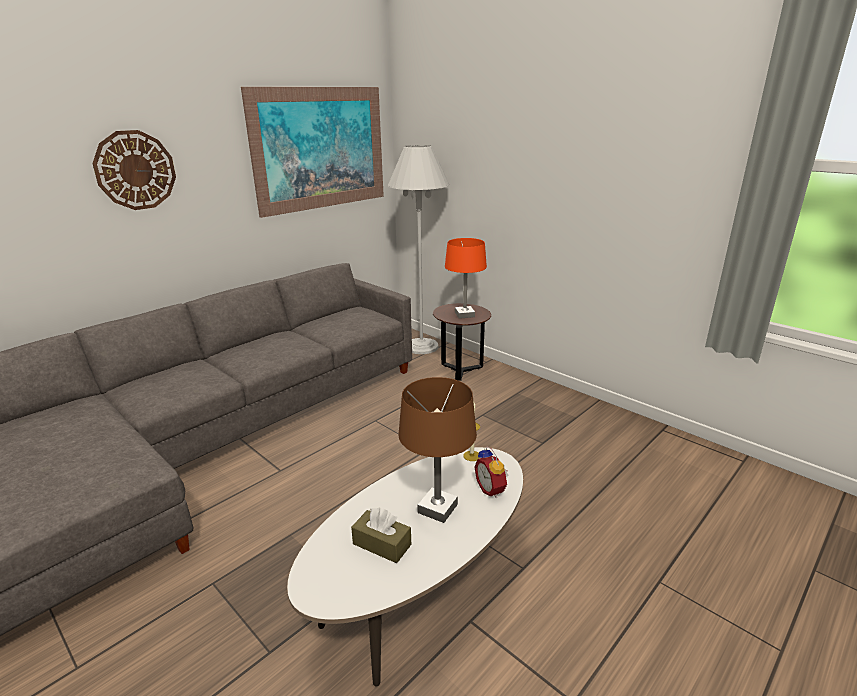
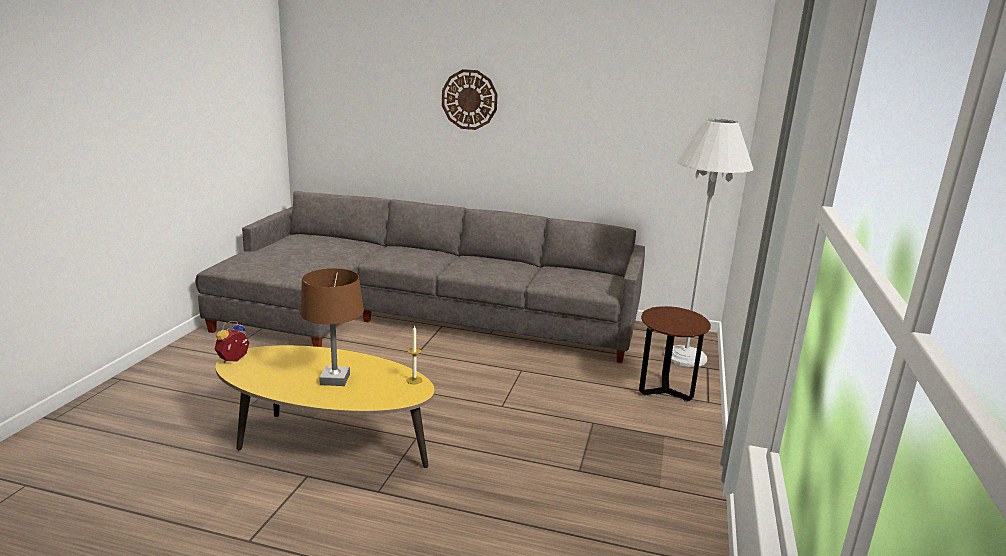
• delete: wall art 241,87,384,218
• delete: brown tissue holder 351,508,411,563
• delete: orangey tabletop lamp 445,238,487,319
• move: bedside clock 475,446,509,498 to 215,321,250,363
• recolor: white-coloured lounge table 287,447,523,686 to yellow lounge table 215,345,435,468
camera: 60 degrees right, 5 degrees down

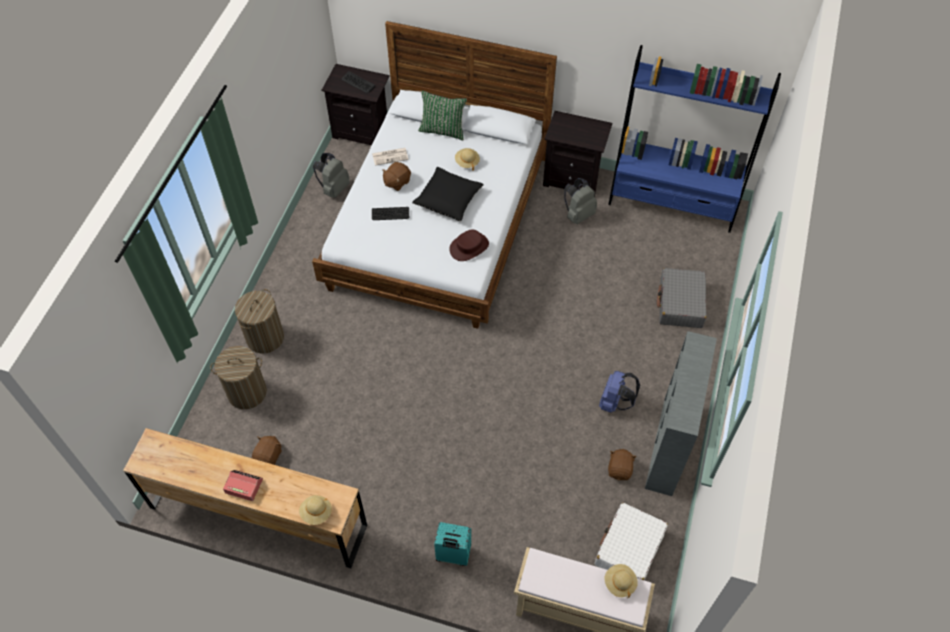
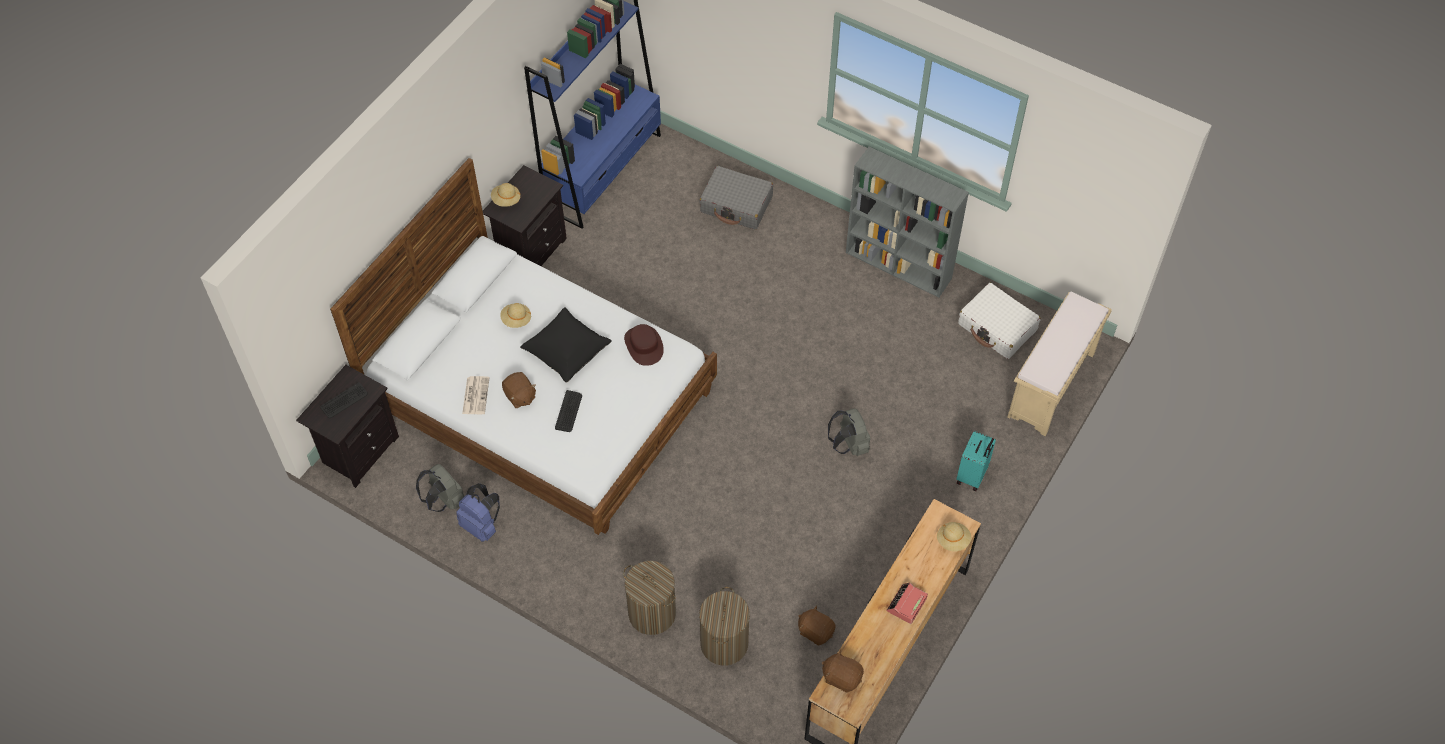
• delete: green cushion 418,91,467,140
• move: grey knapsack 564,178,597,224 to 828,408,870,456
• move: bluish knapsack 599,371,640,413 to 456,483,500,542
• move: beige-coloured hat 605,564,638,598 to 491,183,520,207
• move: brown cuddly toy 608,449,637,481 to 822,649,864,692
camera: 75 degrees left, 0 degrees up

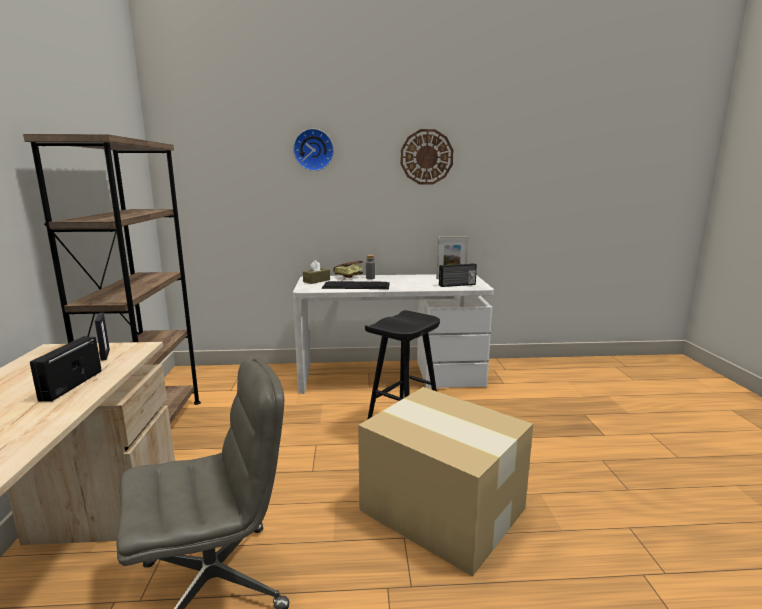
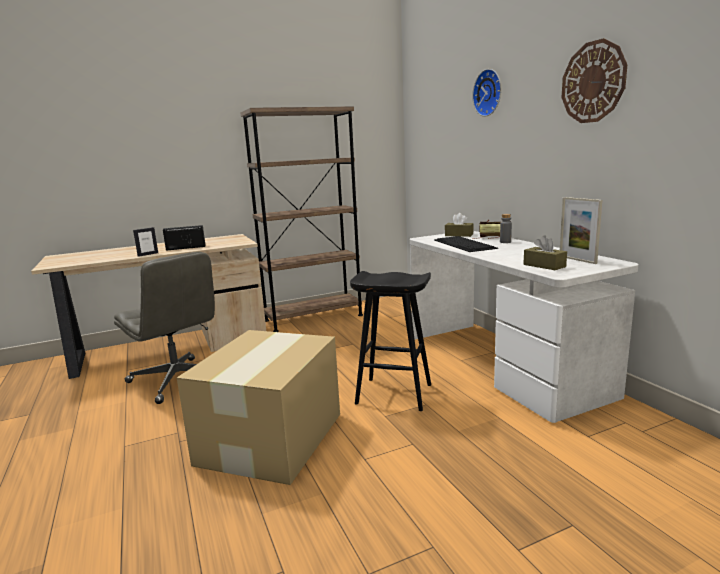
• move: picture frame 95,313,110,361 to 133,227,158,257
• replace: radio 439,263,477,287 to brown tissue holder 524,235,567,270
camera: 70 degrees right, 0 degrees up

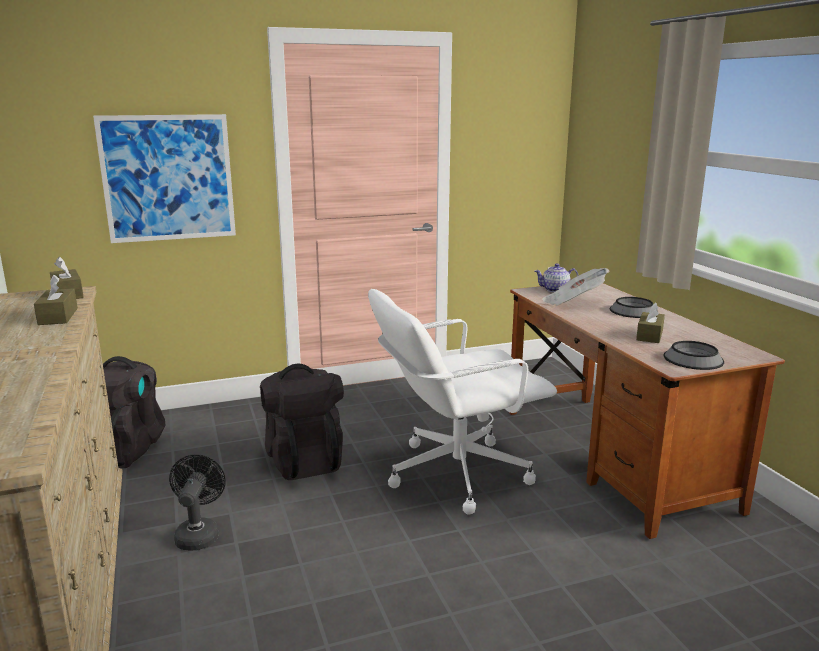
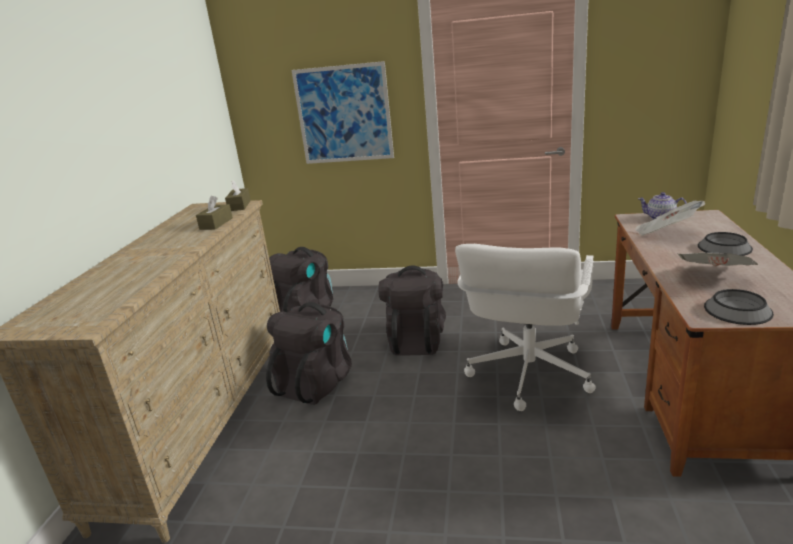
• replace: blackish fan 169,454,226,551 to blackish knapsack 266,302,352,405
• replace: brown tissue holder 636,302,665,343 to printed paper 678,253,758,266
• rotate: white-coloured office chair 368,289,557,515 = 455,244,596,411 75 degrees counterclockwise
camera: 30 degrees right, 5 degrees up

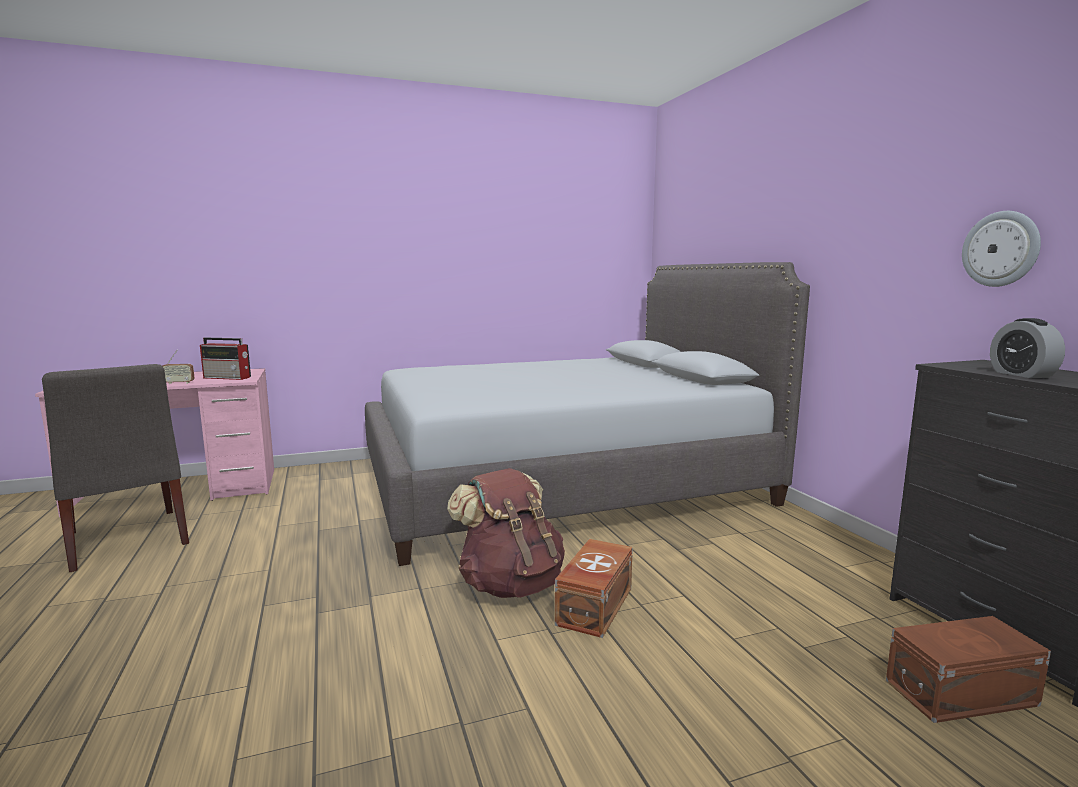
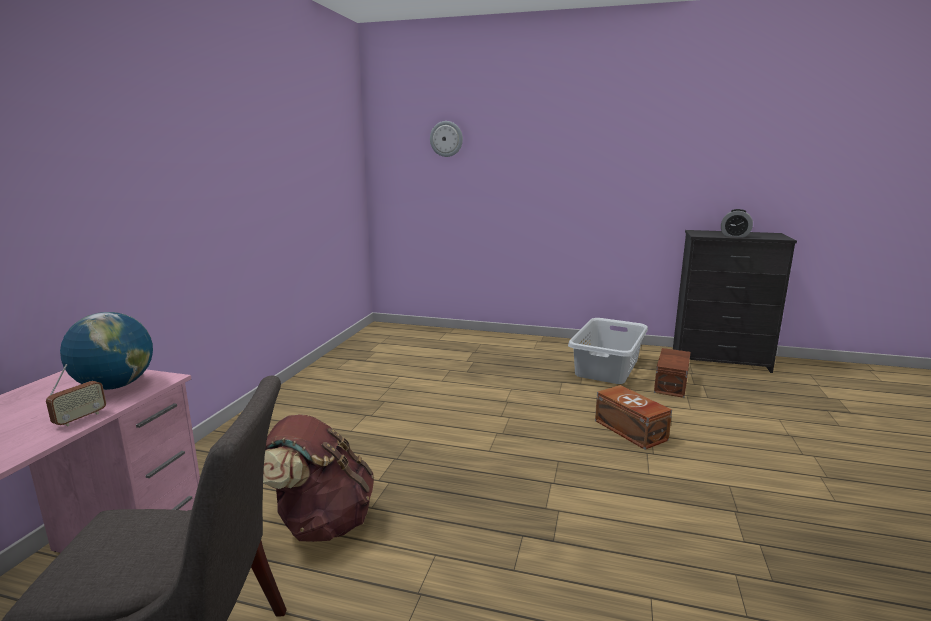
• delete: grey sleeping bed 365,262,810,566
• insert: grey hamper 568,318,648,384
• move: brown knapsack 447,468,565,598 to 263,414,374,542
• move: brown storage bin 886,616,1051,723 to 654,348,690,398
• move: clock on the wall 962,211,1041,287 to 430,121,463,157
• replace: radio 200,337,251,380 to desk globe 60,312,153,390
camera: 55 degrees left, 5 degrees up

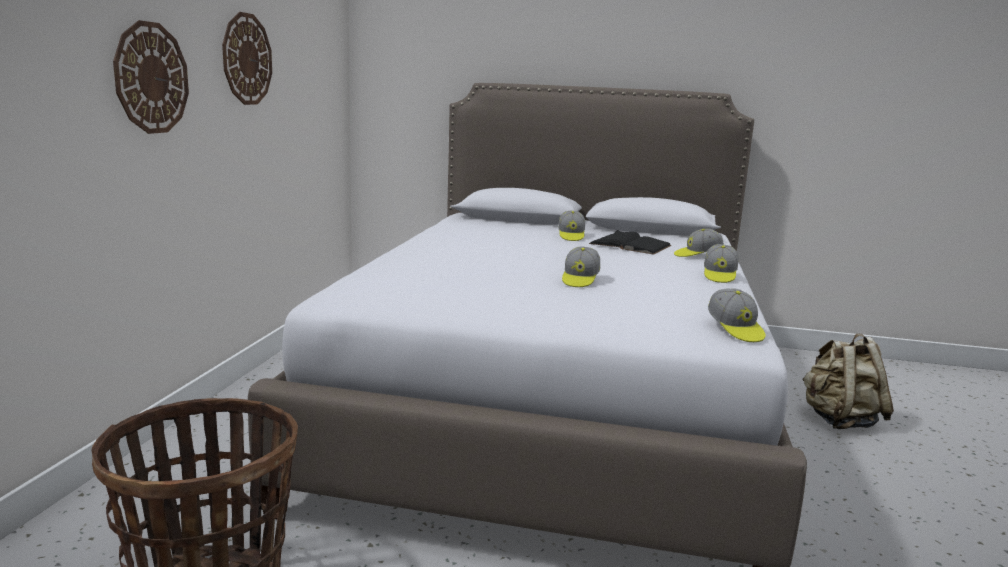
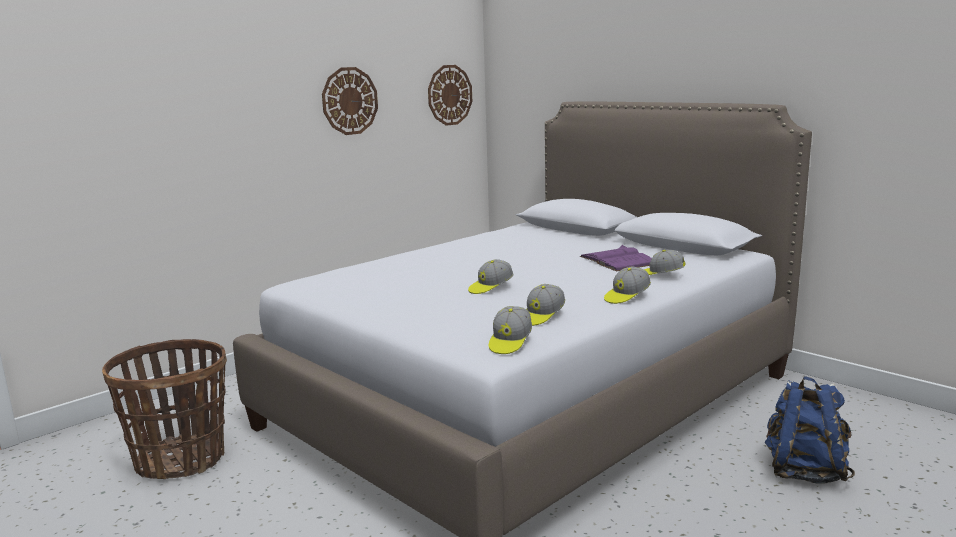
• move: clock on the wall 113,20,189,134 to 428,65,472,126
• move: cap 558,211,585,241 to 526,284,565,326
• recolor: blackish volume 589,230,671,255 to purple-coloured volume 580,245,652,271
• recolor: beige-coloured knapsack 802,333,894,429 to bluish knapsack 765,376,855,484
camera: 35 degrees right, 0 degrees up

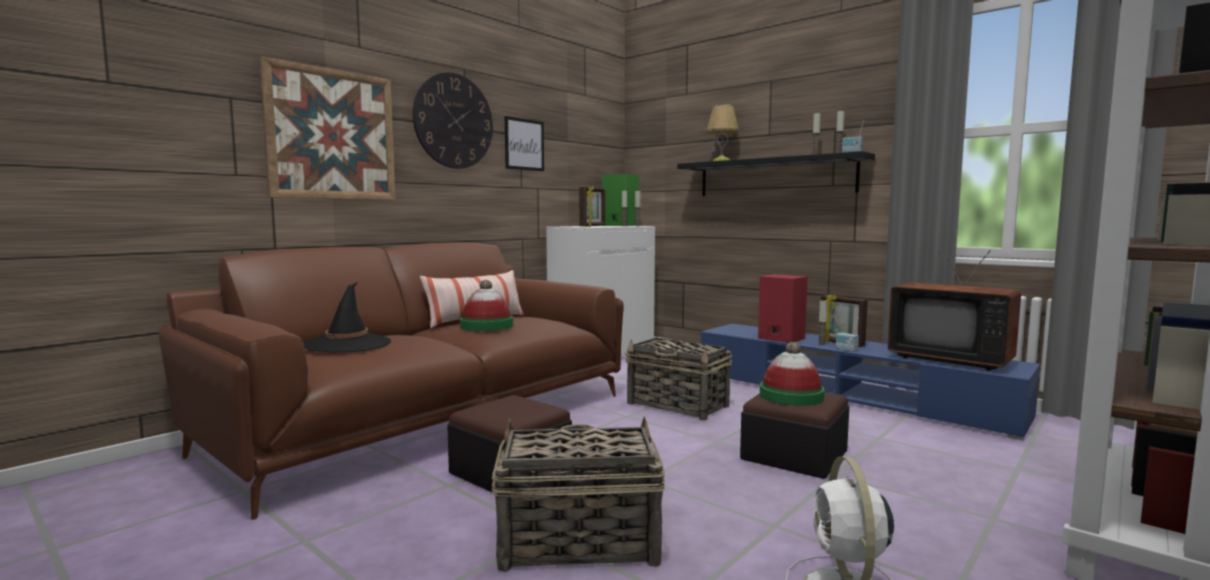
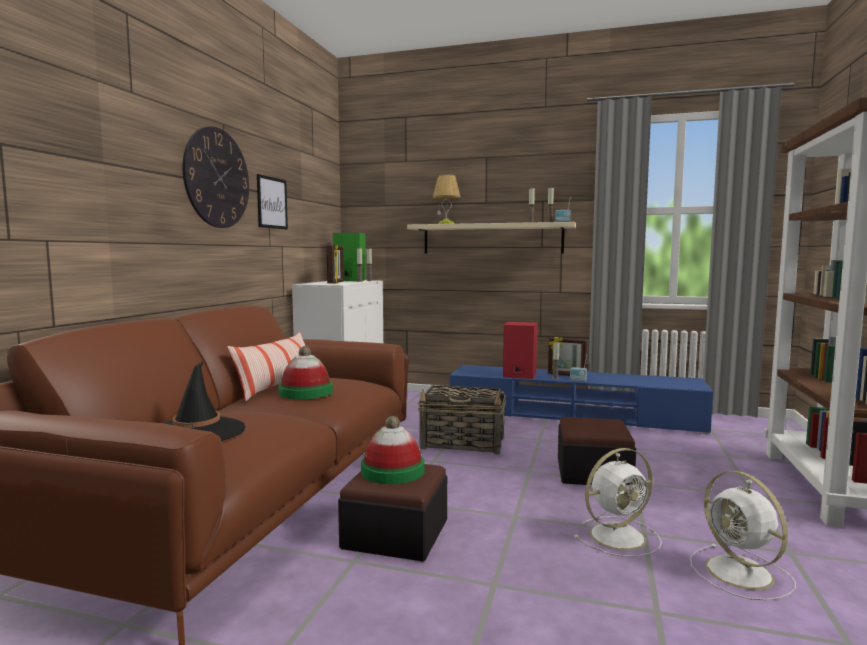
• delete: wall art 259,57,396,200
• delete: household basket 492,417,665,572
• delete: television 888,250,1021,371
• insert: white-coloured fan 573,448,662,557
• move: hat 760,342,825,406 to 361,416,425,484
• recolor: blackish bracket shelf 677,151,875,196 to beige-coloured bracket shelf 407,222,576,253
camera: 25 degrees left, 0 degrees up

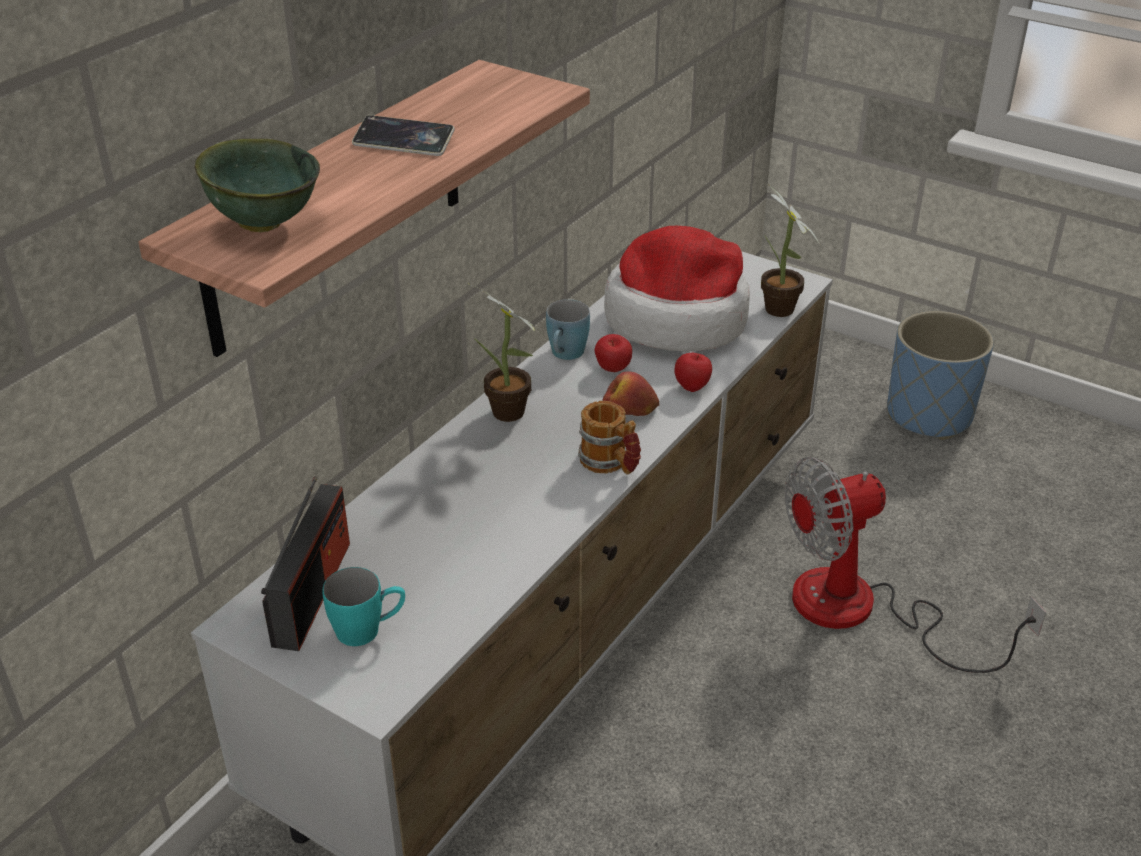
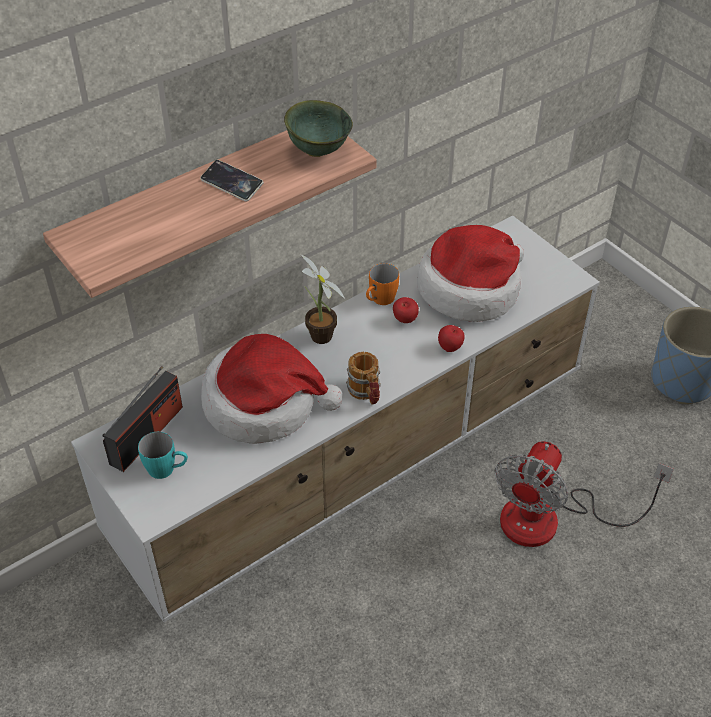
• delete: whole apple 602,371,659,416
• delete: houseplant 761,185,821,317
• insert: hat 201,334,343,444
• move: green serving bowl 195,139,320,232 to 284,100,353,157
• recolor: bluish mug 546,299,590,360 to orangey mug 366,263,399,305
• rotate: fan 785,457,1046,673 = 495,441,674,547 60 degrees counterclockwise
camera: 20 degrees right, 10 degrees up

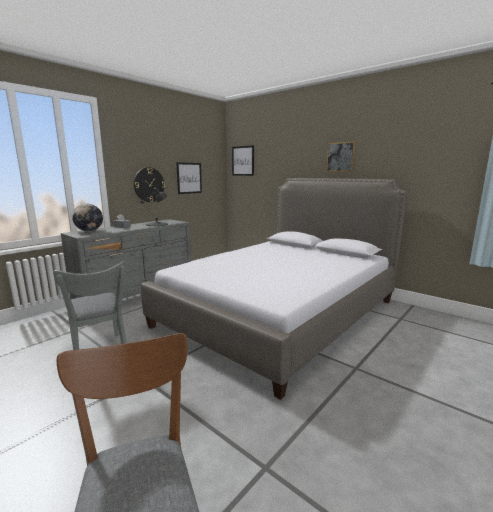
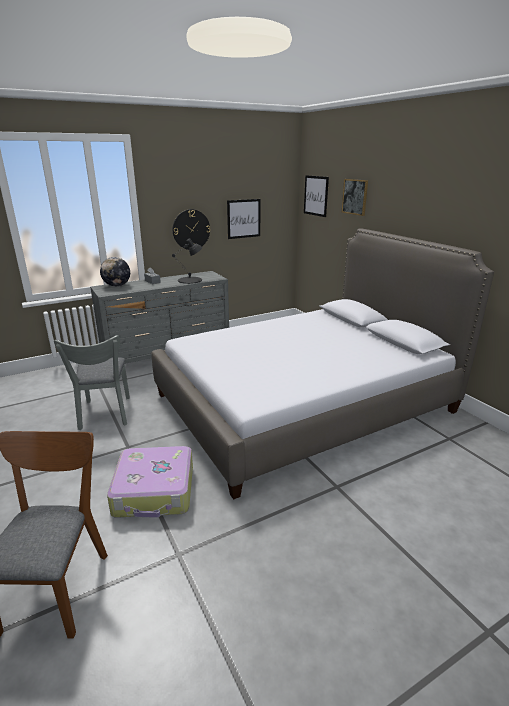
• insert: travel case 107,446,193,518
• move: wall art 326,141,355,172 to 342,179,368,216
camera: 20 degrees right, 10 degrees up

